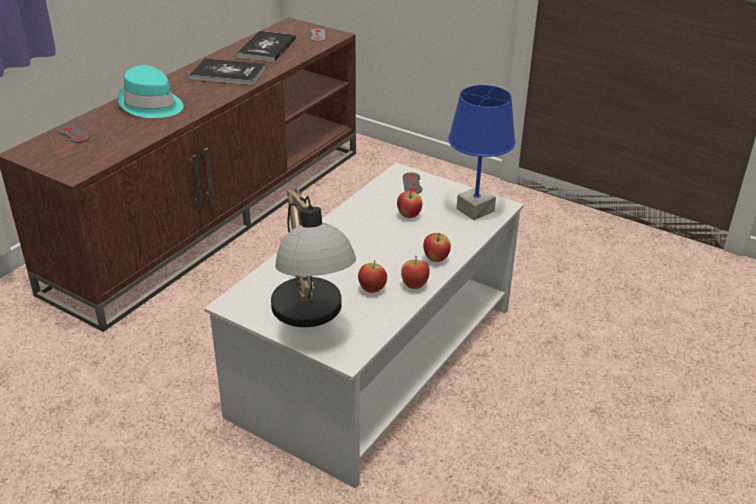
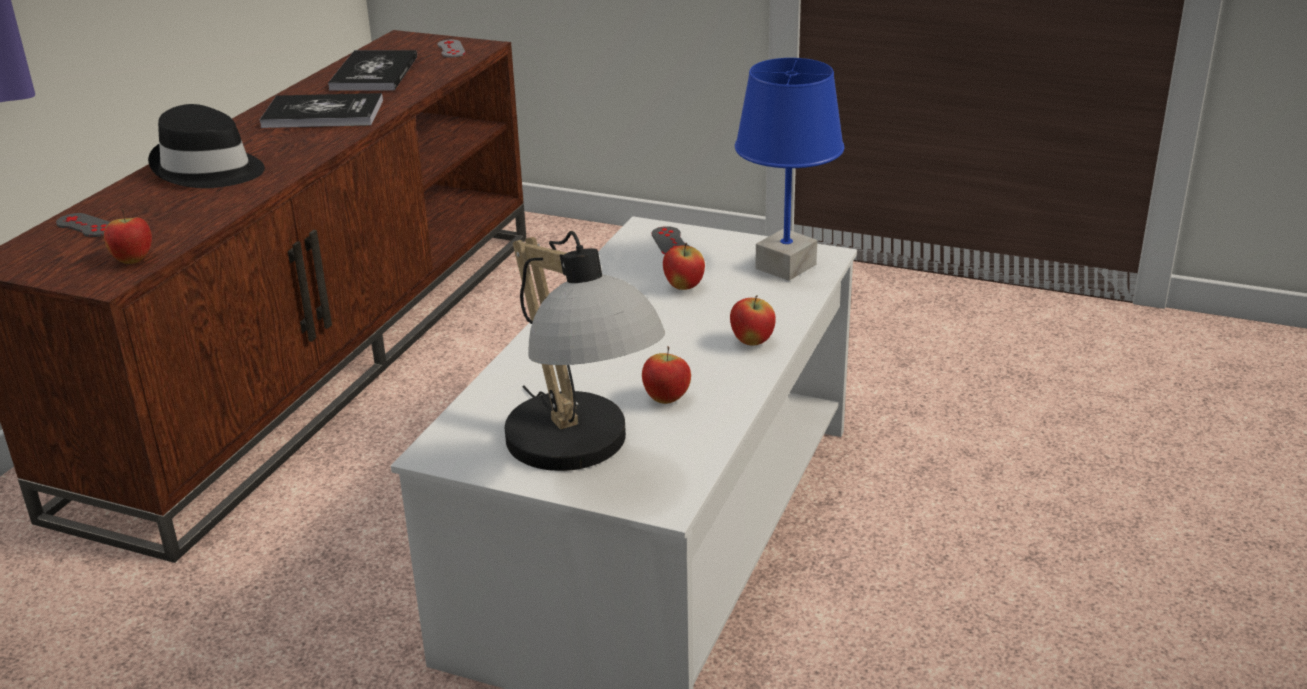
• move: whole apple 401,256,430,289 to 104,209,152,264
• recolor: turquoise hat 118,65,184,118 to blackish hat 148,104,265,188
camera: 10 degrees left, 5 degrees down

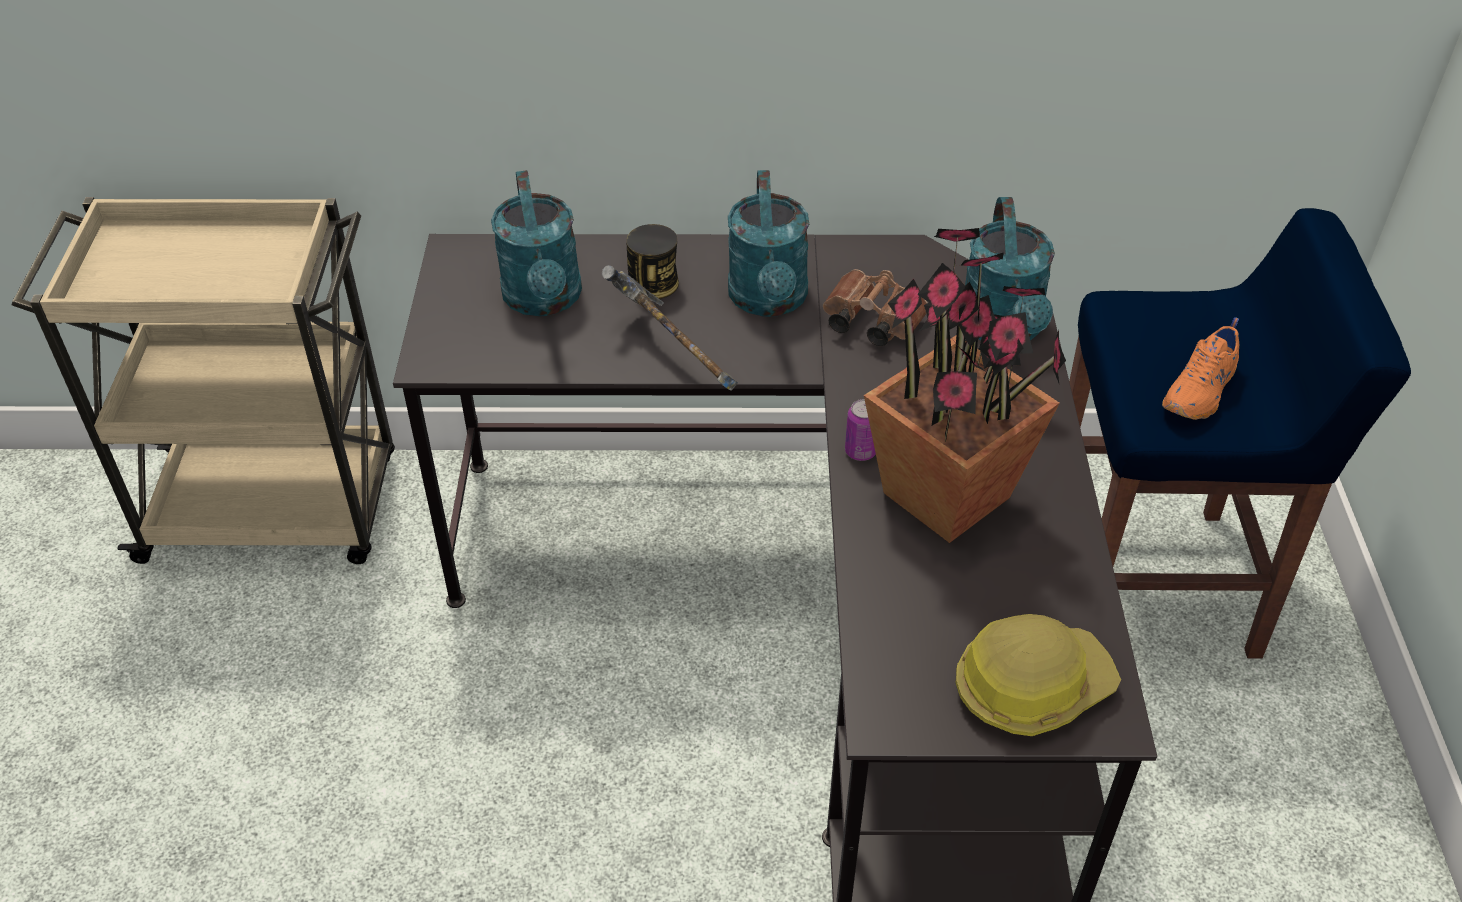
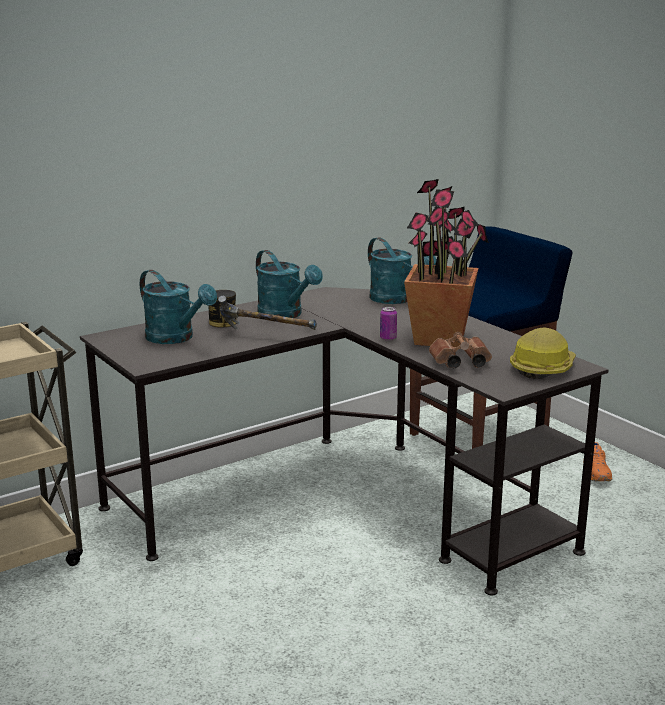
• move: brown field glasses 823,269,927,346 to 429,332,492,368
• move: orangey shoe 1162,317,1239,420 to 583,442,612,481
camera: 35 degrees left, 25 degrees down

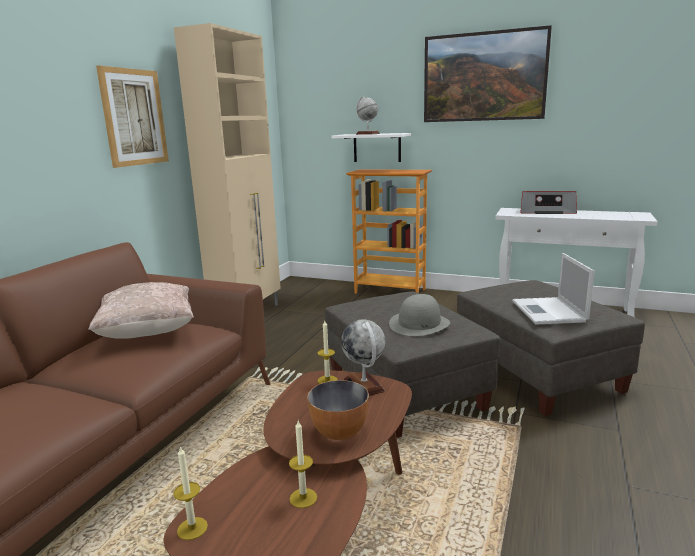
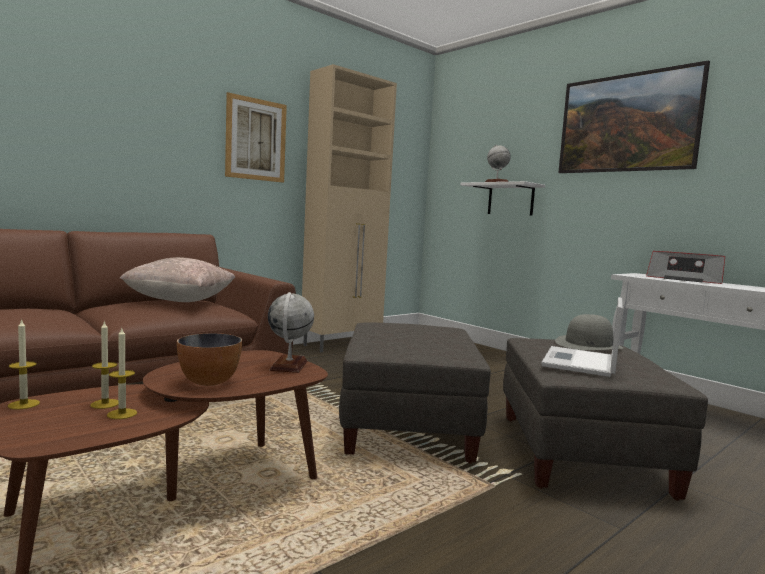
• delete: bookcase 346,169,432,294
• move: wax candle 318,321,338,384 to 90,320,118,409
• move: grey hat 389,294,450,336 to 555,314,623,350
camera: 25 degrees right, 10 degrees down

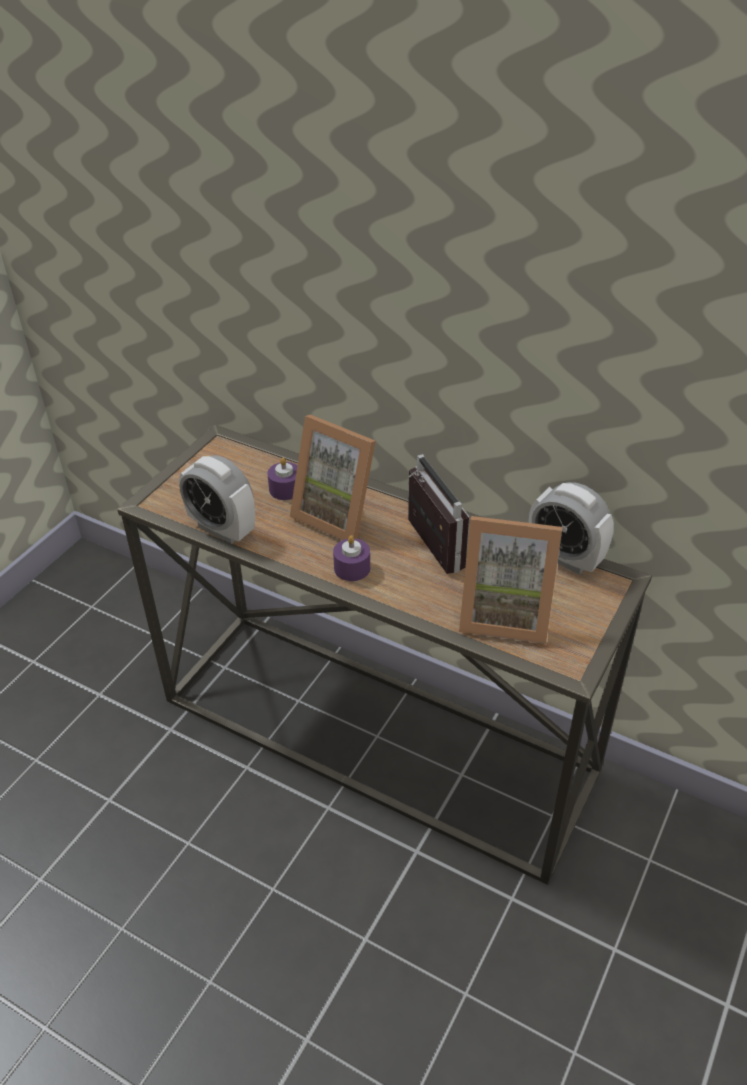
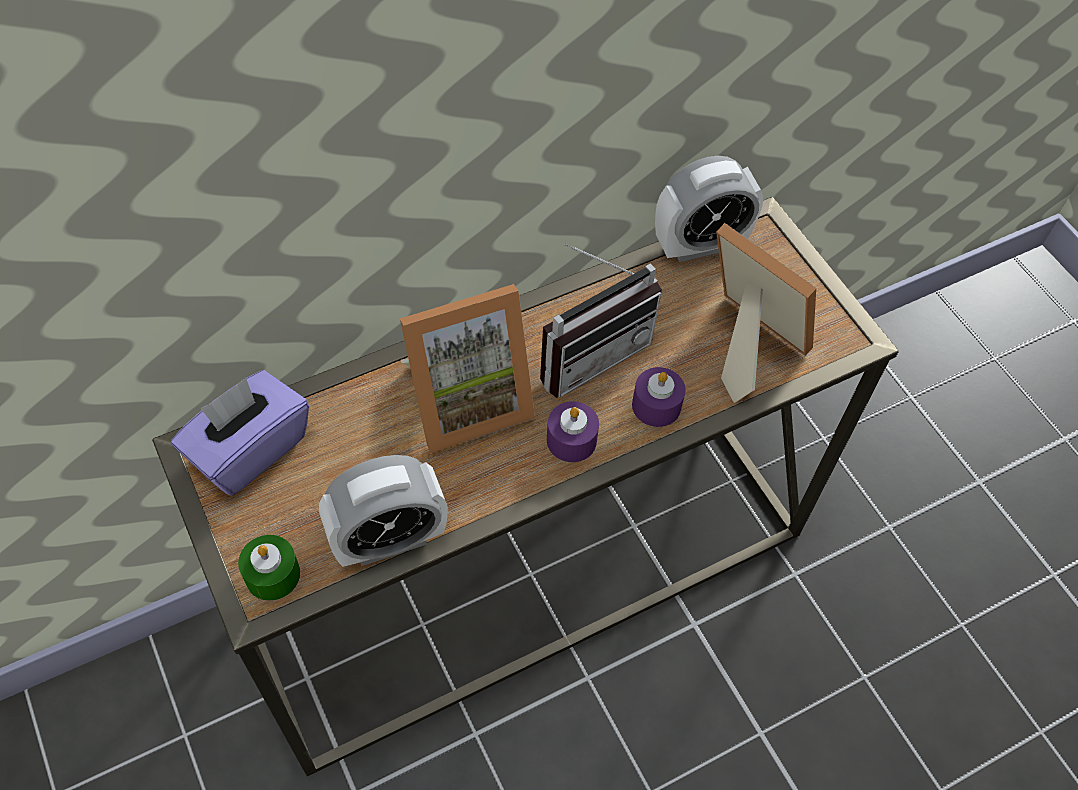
• insert: purple-coloured tissue holder 171,370,309,496
• insert: green wax candle 238,535,300,601
• move: purple-coloured wax candle 267,457,297,500 to 632,367,686,427
• rotate: radio 408,454,470,574 = 540,244,662,398 135 degrees clockwise
• rotate: picture frame 459,516,562,644 = 716,223,816,403 90 degrees counterclockwise
camera: 60 degrees left, 15 degrees up

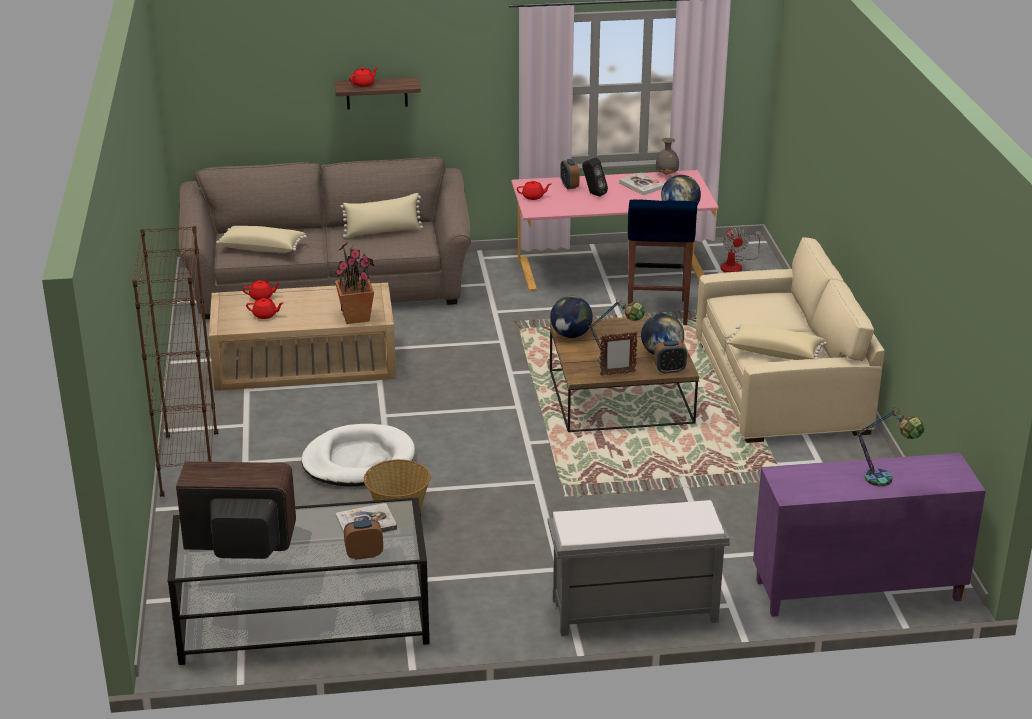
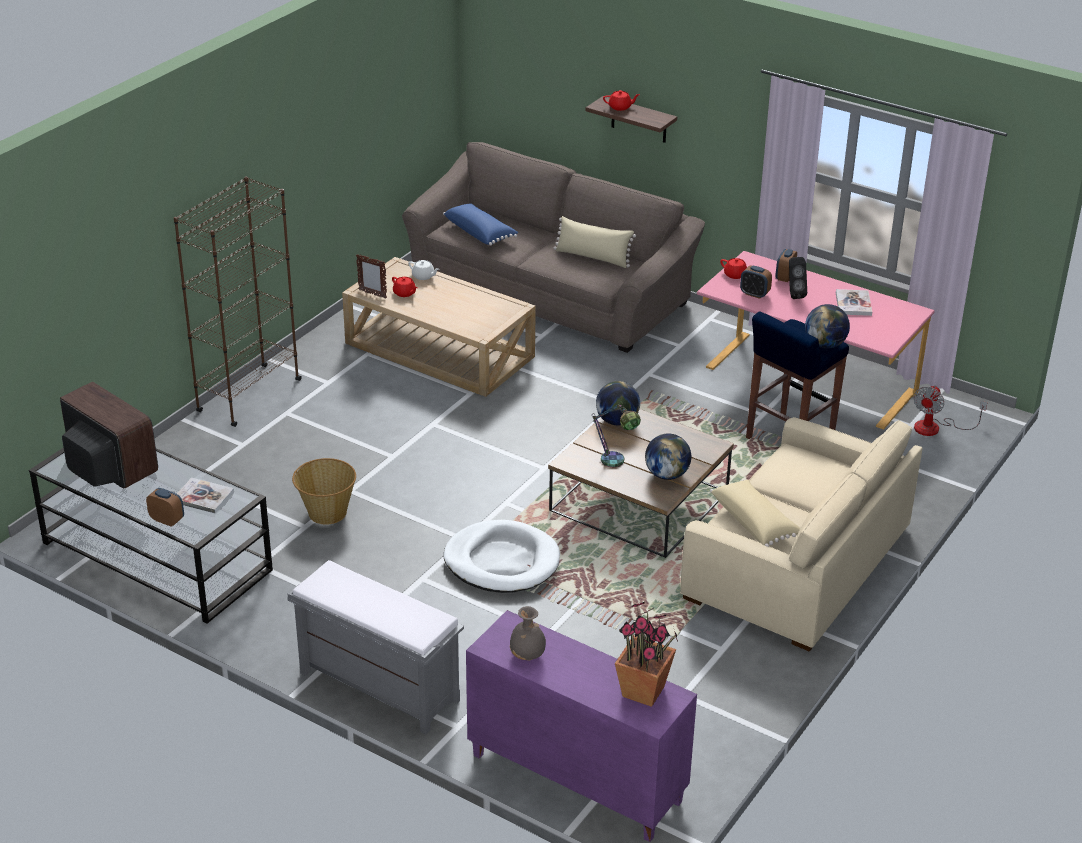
• delete: tabletop lamp 854,407,924,486
• move: white-coloured dog cushion 302,424,415,487 to 443,520,560,593
• move: houseplant 334,243,374,324 to 615,602,678,707
• move: picture frame 600,332,638,375 to 356,254,387,298
• move: bedside clock 654,341,687,374 to 740,265,772,299
• move: grey vase 656,138,679,175 to 510,606,546,661
• recolor: beige-coloured cushion 216,226,307,253 to bluish cushion 443,204,518,246
• recolor: reddish teapot 243,280,280,300 to white-coloured teapot 408,260,439,280
camera: 40 degrees right, 5 degrees up

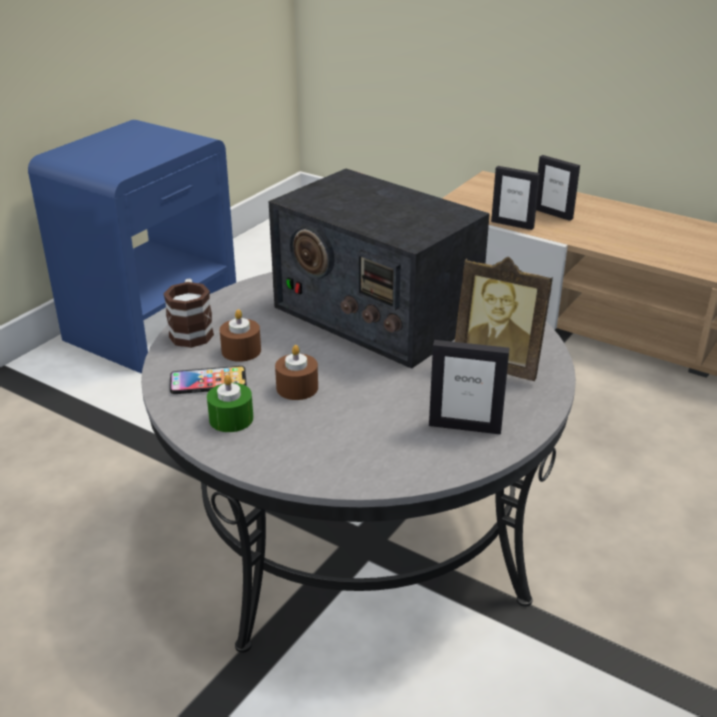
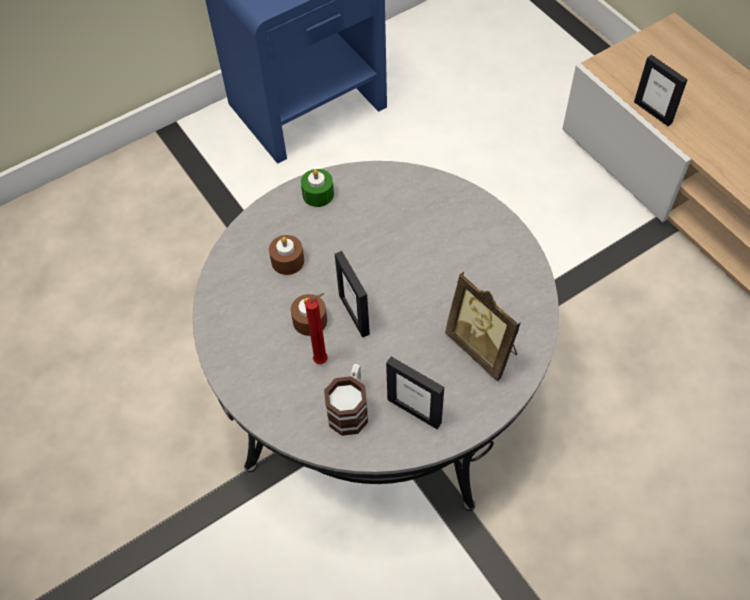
• delete: telephone 170,366,247,394
• delete: radio 269,169,490,369
• insert: reddish wax candle 305,293,328,364
• move: mug 164,279,214,348 to 324,364,368,436
• move: green wax candle 207,374,254,432 to 301,169,334,207
• move: picture frame 536,155,580,221 to 335,251,370,338
camera: 25 degrees right, 25 degrees up

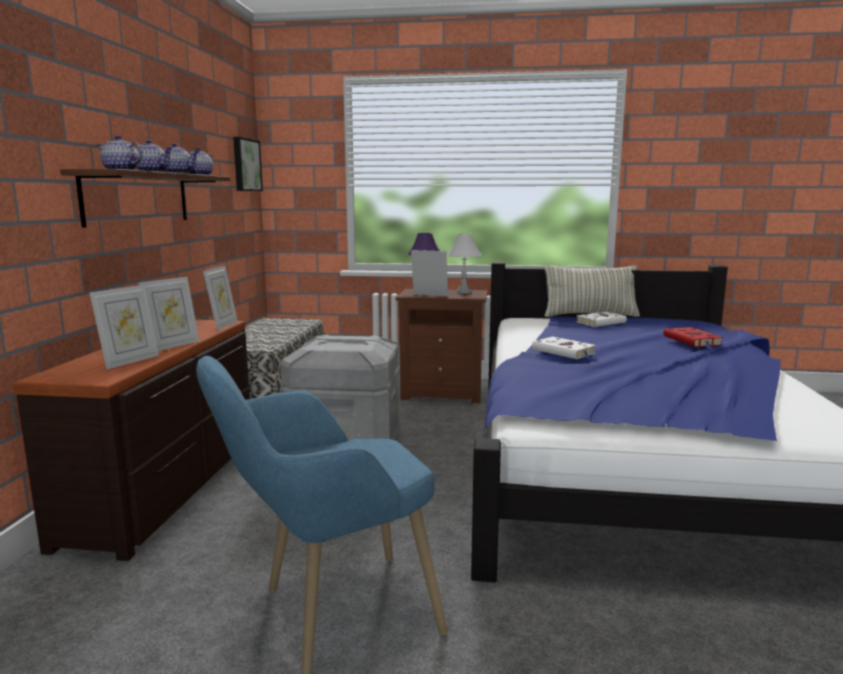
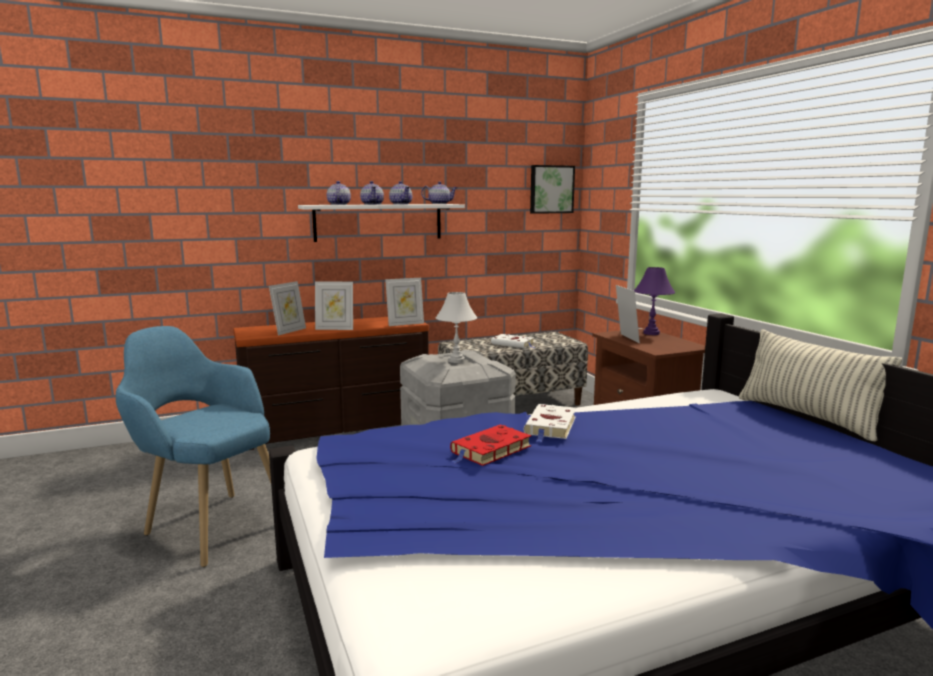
• move: white-coloured tabletop lamp 447,234,482,294 to 436,292,477,363
• move: white-coloured volume 576,312,627,327 to 491,334,535,348
• move: reddish volume 663,327,723,349 to 450,424,531,466
• recolor: brown bracket shelf 60,169,230,228 to white-coloured bracket shelf 298,204,465,242
• rotate: picture frame 89,285,159,369 = 269,281,306,336 60 degrees counterclockwise
camera: 60 degrees right, 0 degrees up

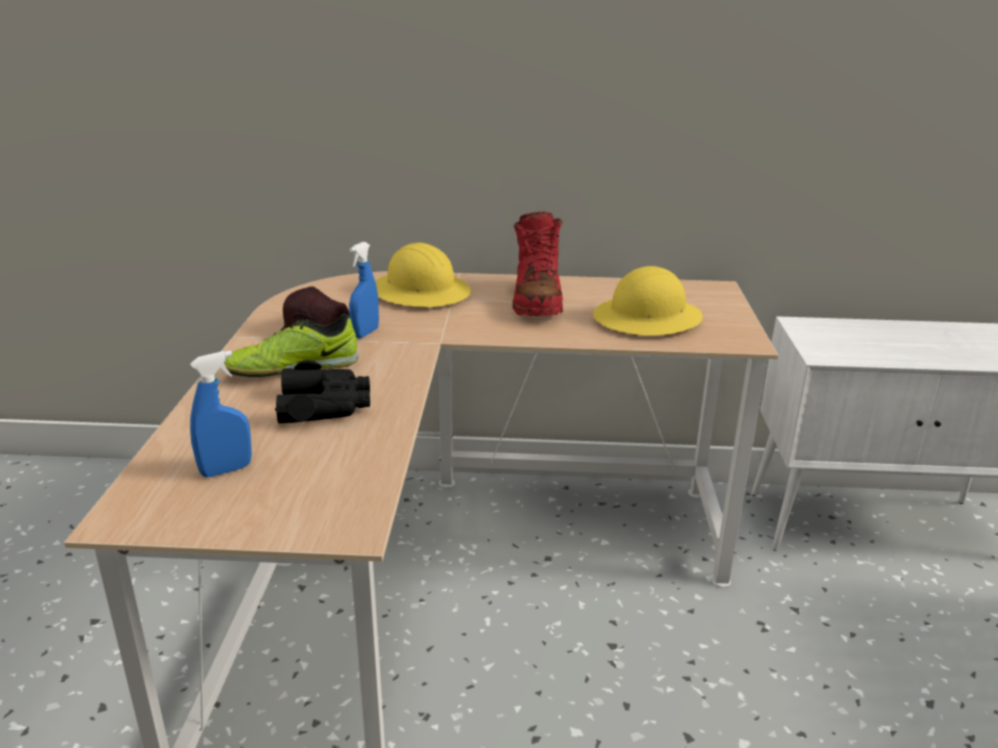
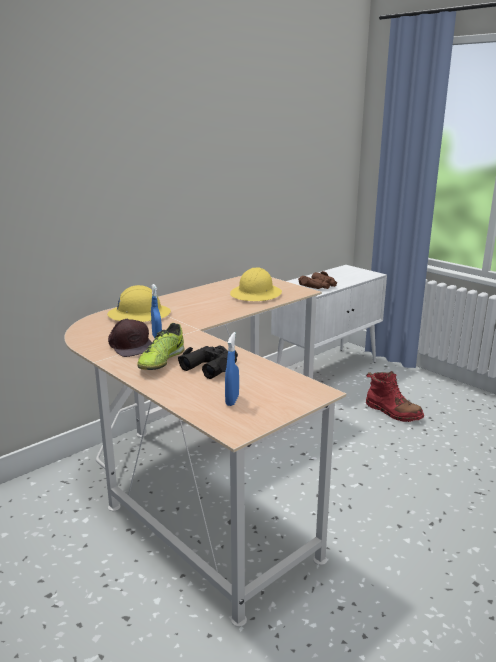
• insert: brown field glasses 298,271,337,289
• move: reddish high-top boot 513,212,563,316 to 366,371,424,422
camera: 45 degrees left, 5 degrees down

